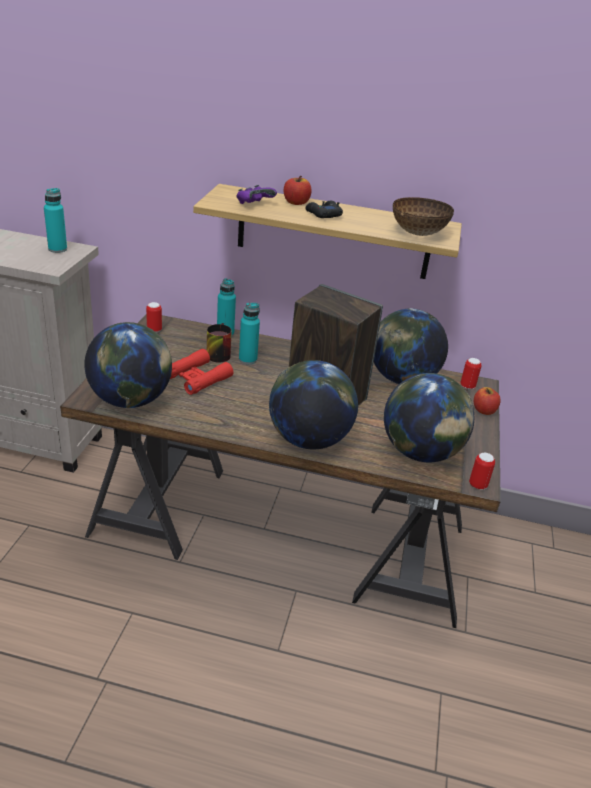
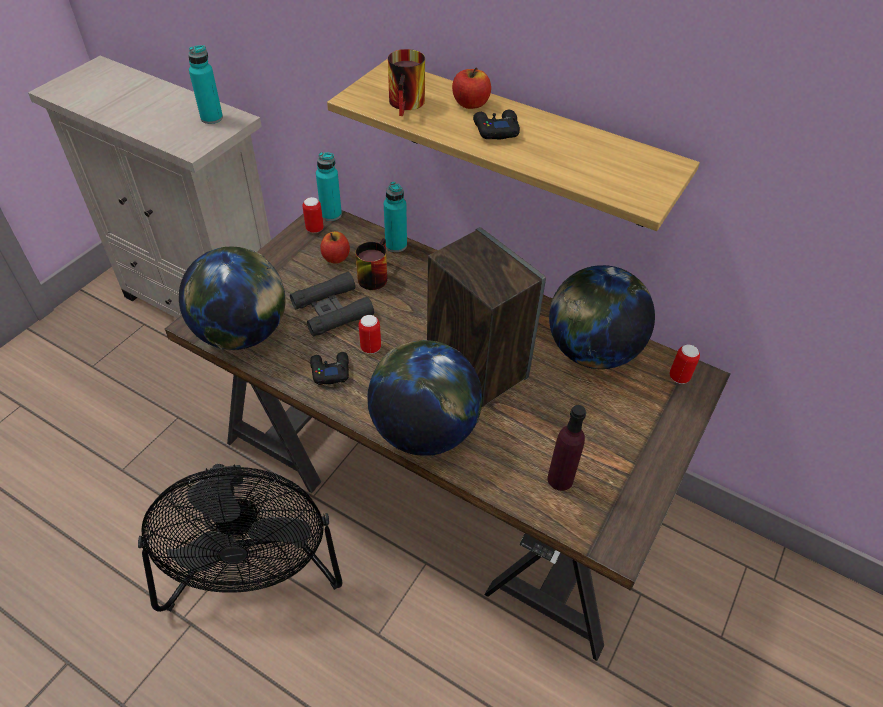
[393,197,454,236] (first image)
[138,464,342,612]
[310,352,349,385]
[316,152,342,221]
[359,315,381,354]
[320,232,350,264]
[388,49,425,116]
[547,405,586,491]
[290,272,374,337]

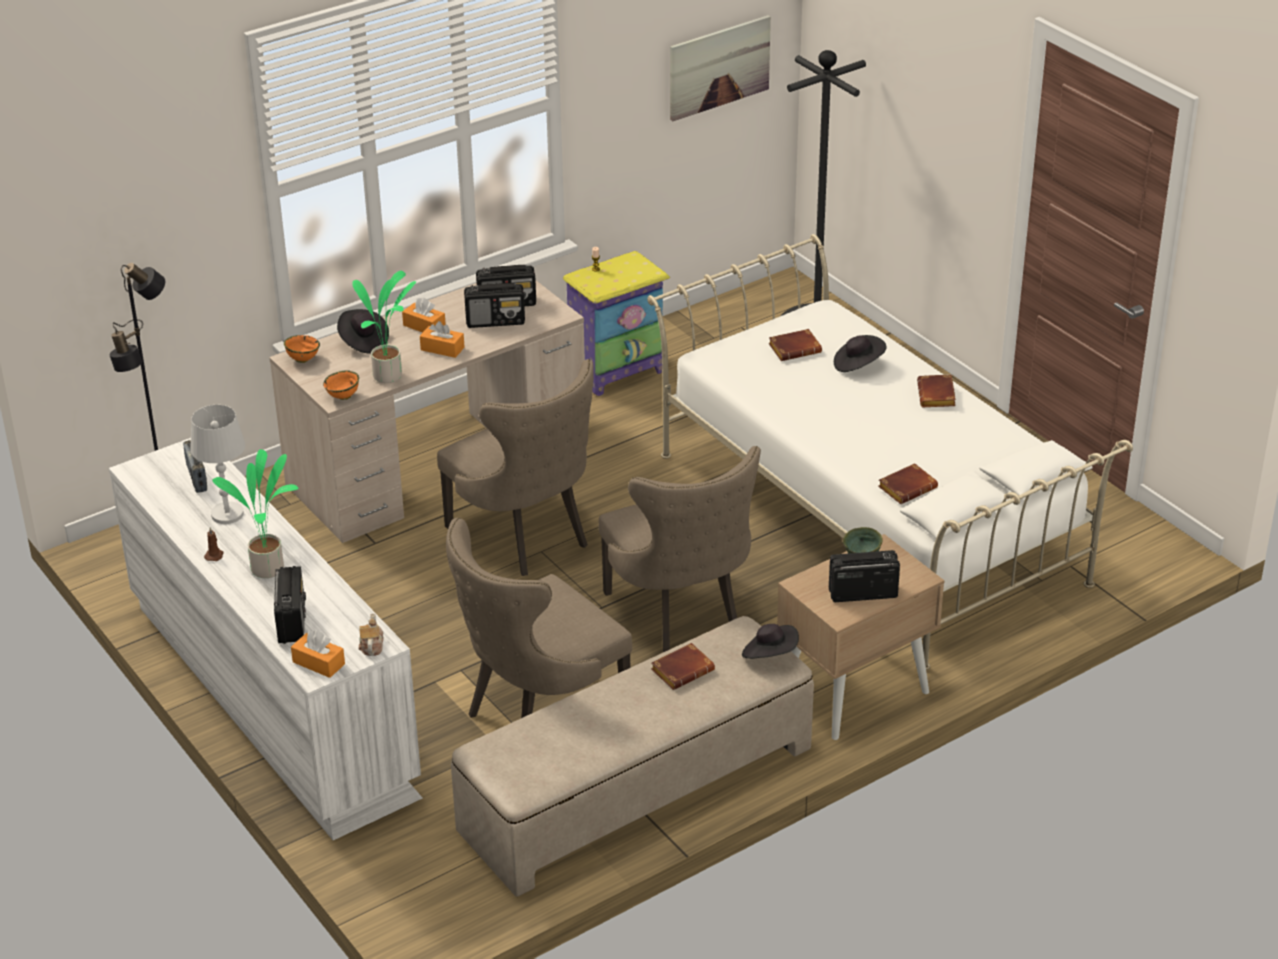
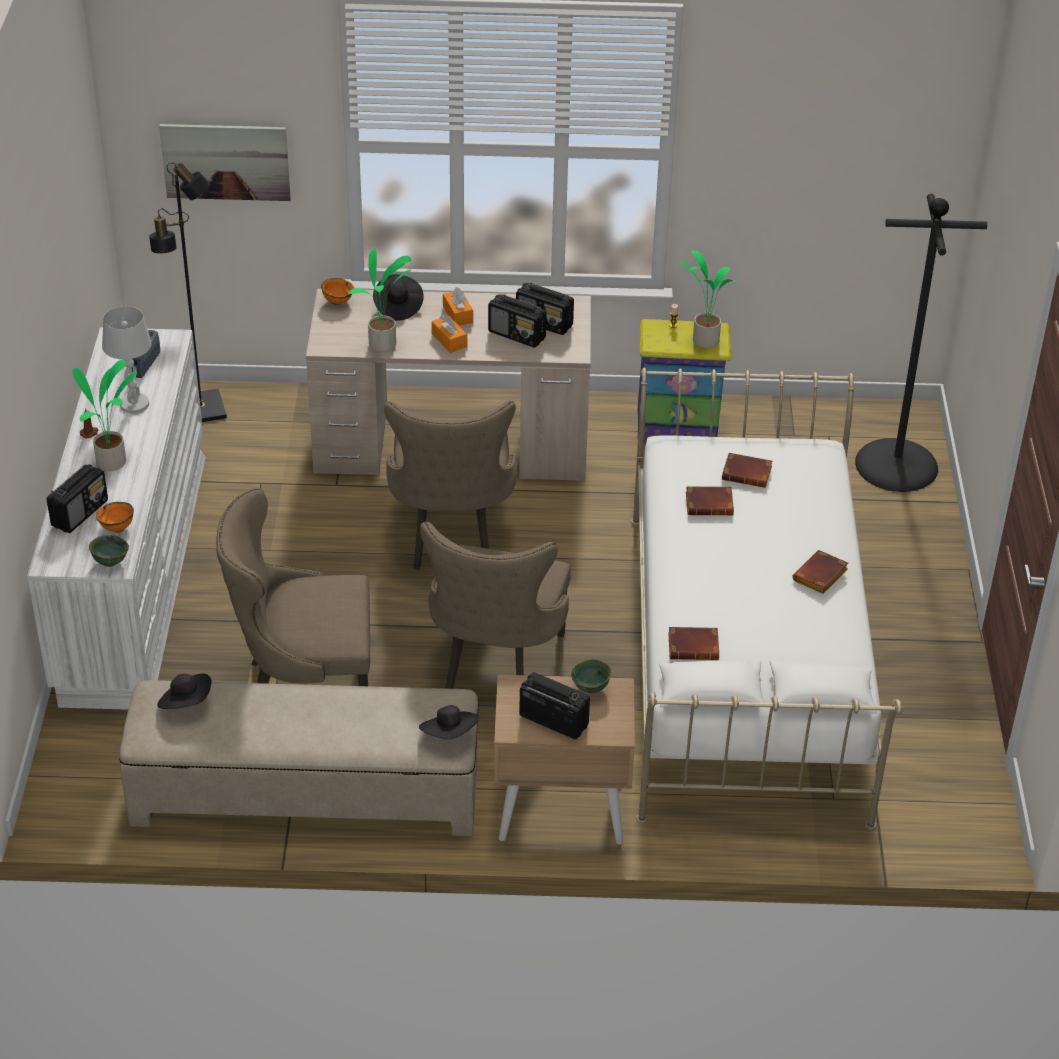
[291,631,345,678] (first image)
[679,251,738,348]
[96,502,134,533]
[686,486,734,516]
[159,124,291,201]
[157,673,211,709]
[89,535,129,567]

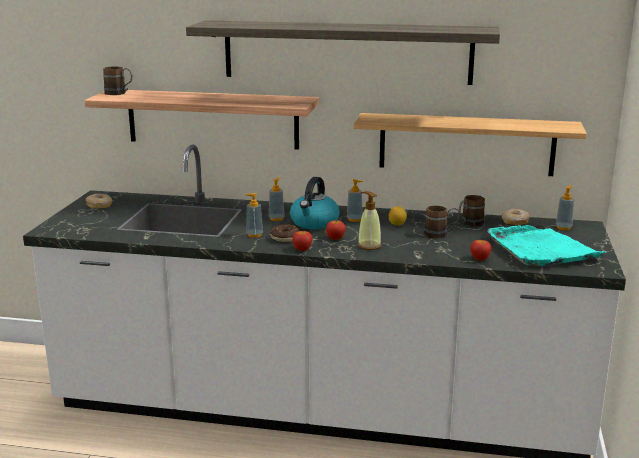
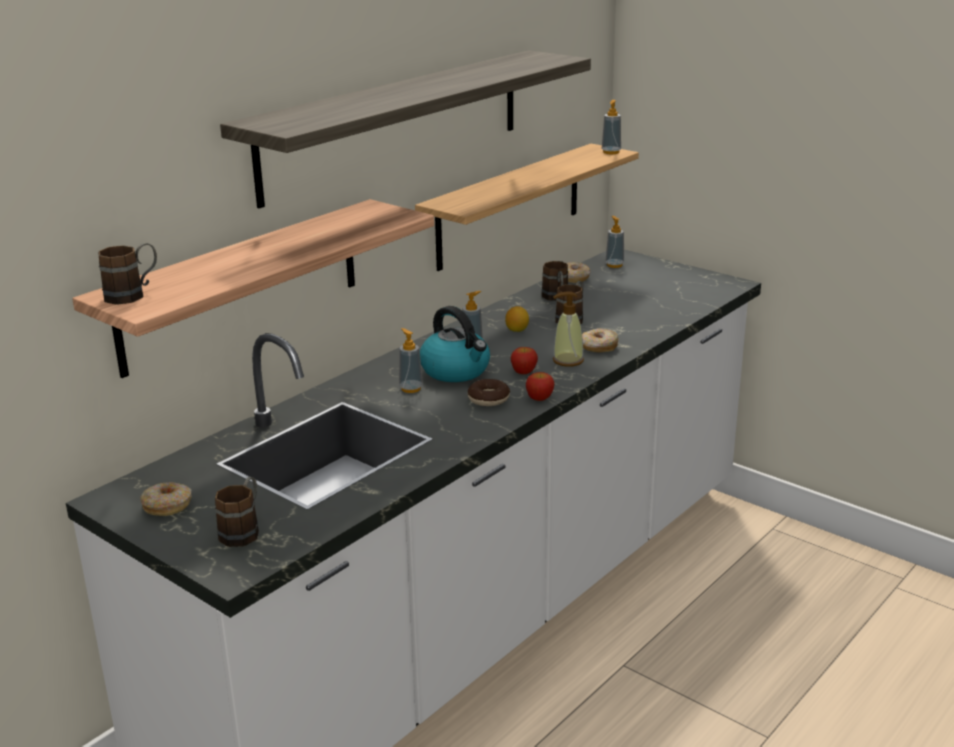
[470,240,491,261] (first image)
[487,225,605,266] (first image)
[215,477,259,547]
[582,329,618,352]
[602,100,621,154]

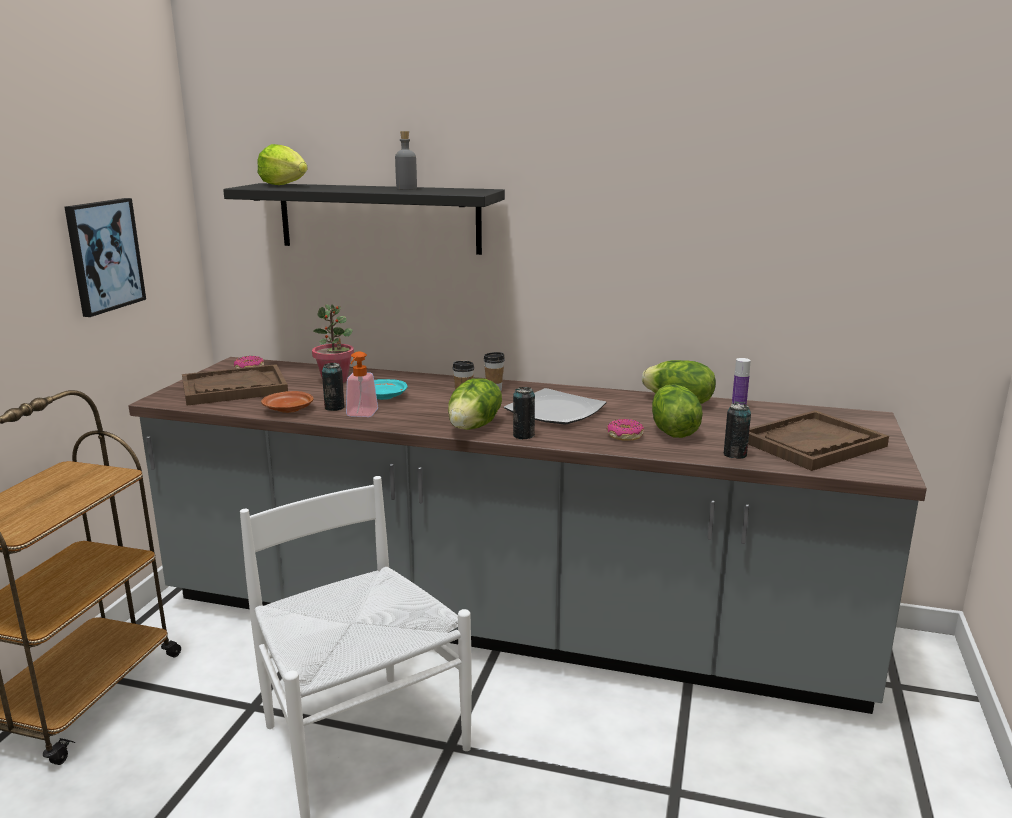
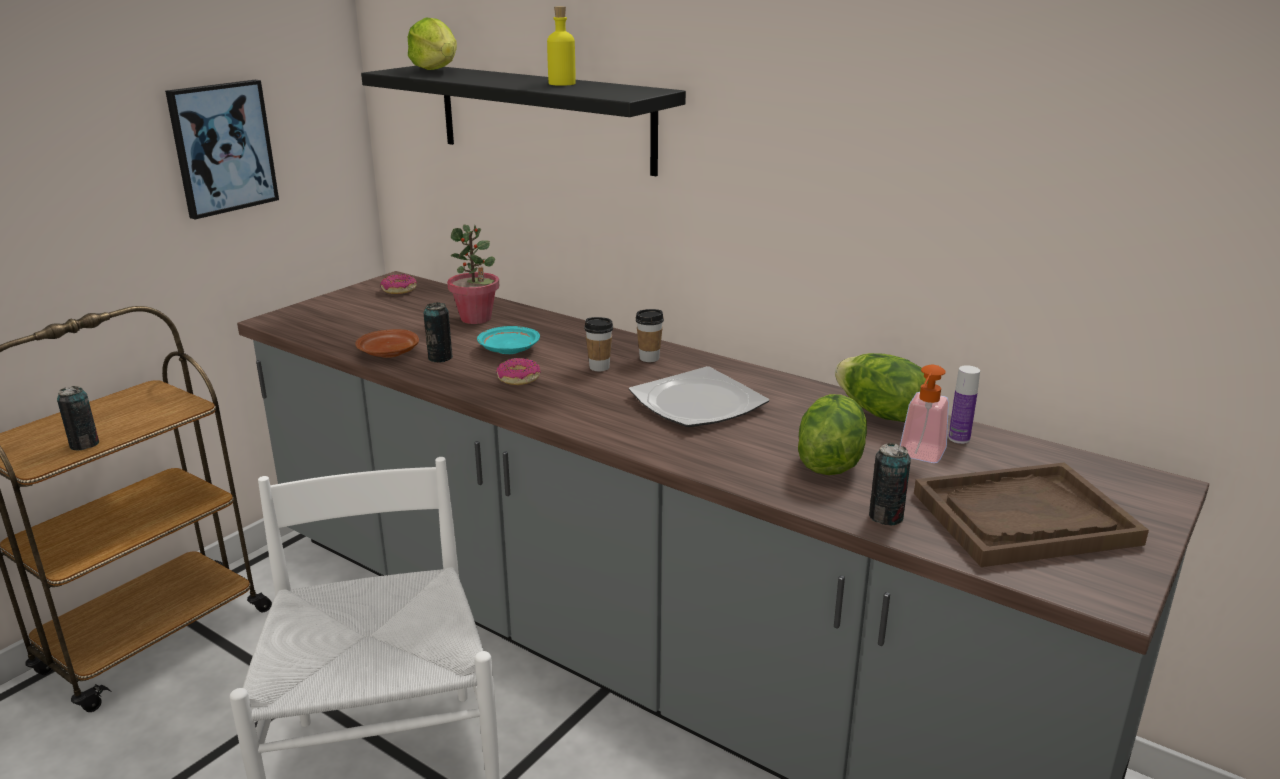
[182,364,288,405] (first image)
[448,378,502,430] (first image)
[900,365,949,463]
[57,386,99,451]
[496,358,541,385]
[547,6,576,86]

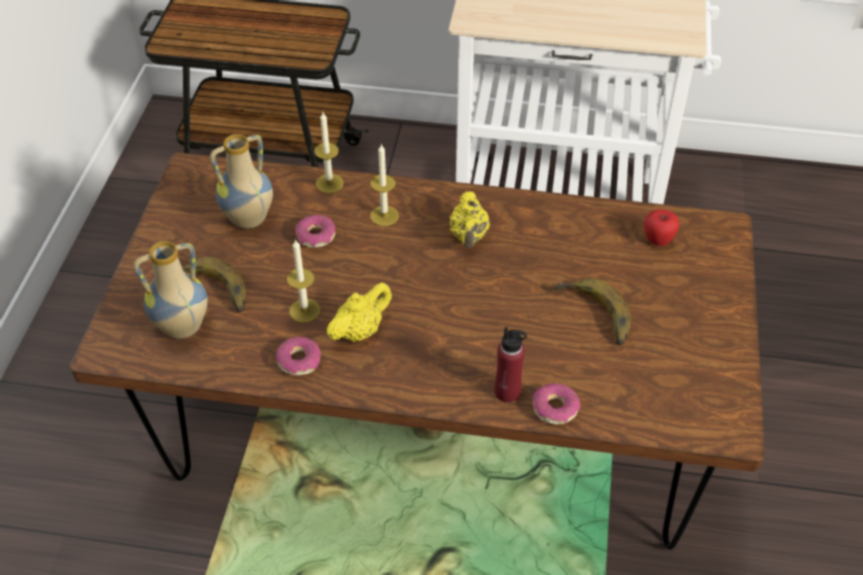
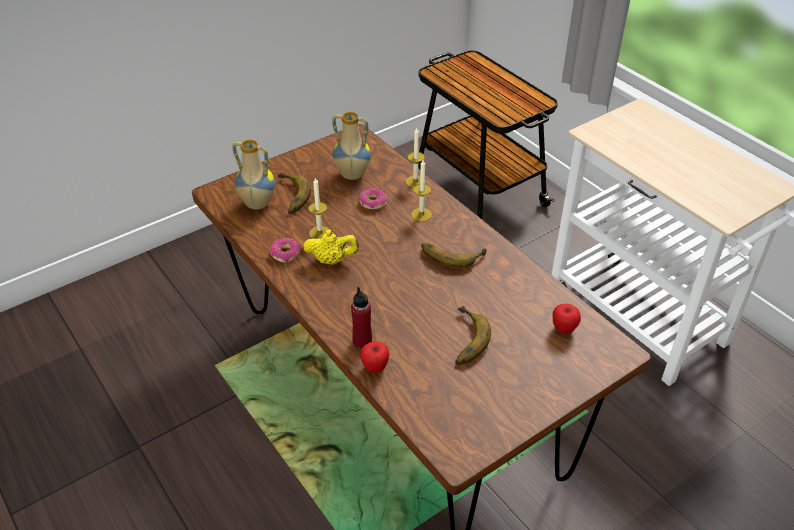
[421,243,487,268]
[360,341,390,373]

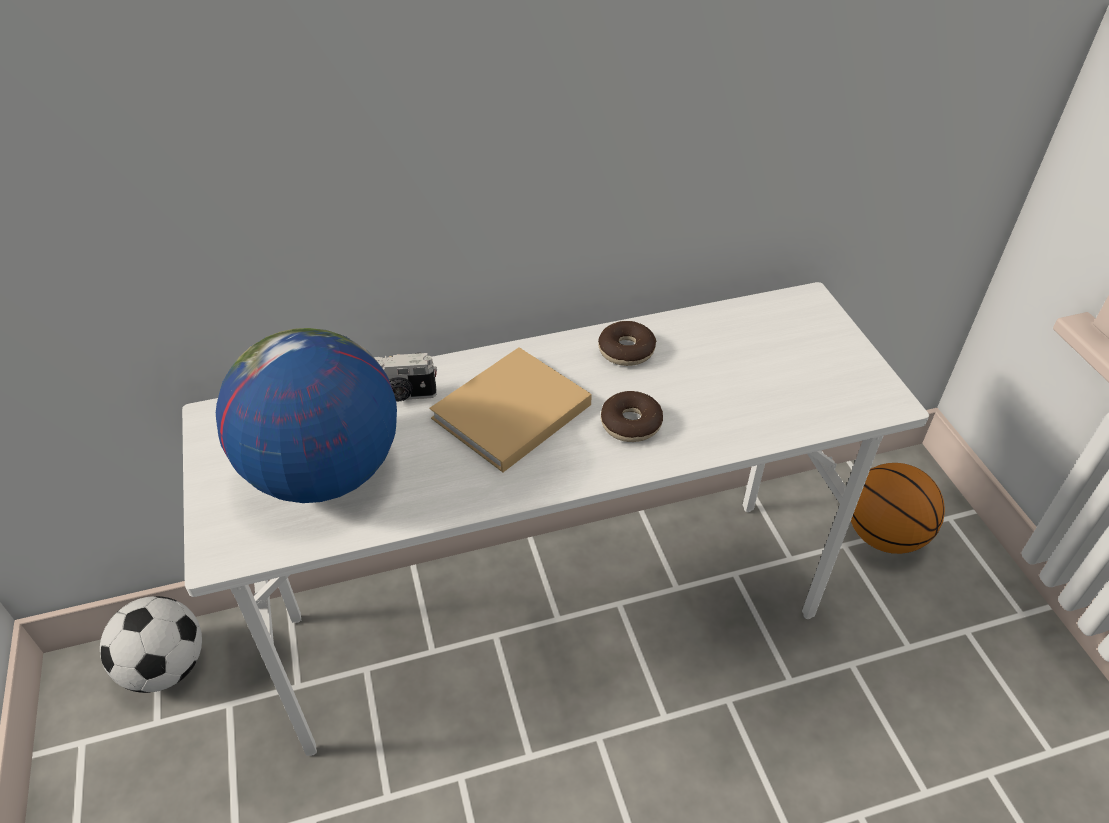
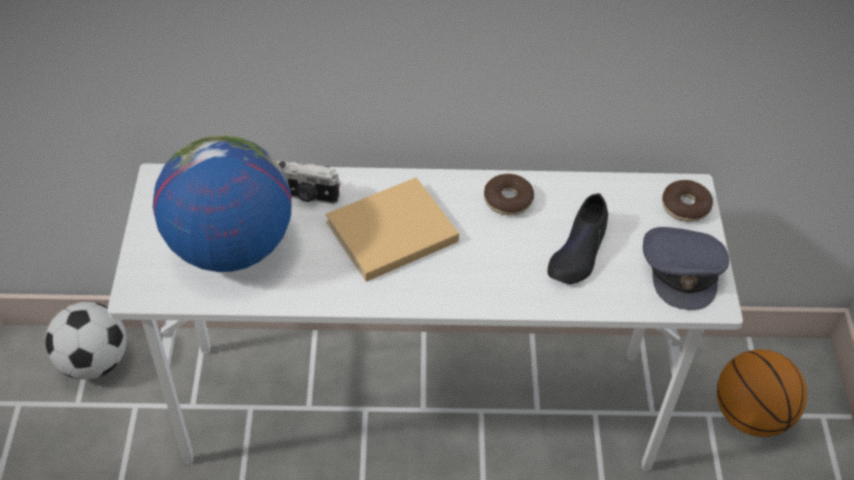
[547,193,608,284]
[643,227,729,310]
[662,180,713,222]

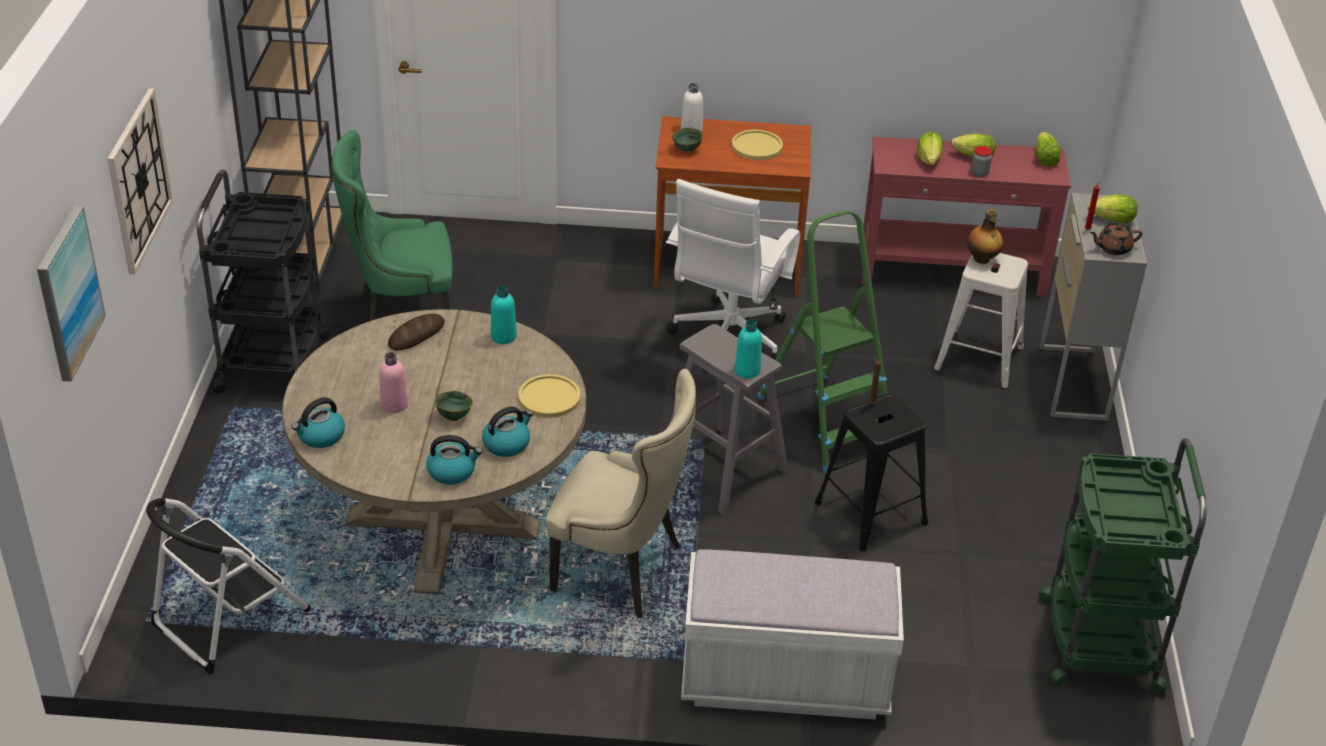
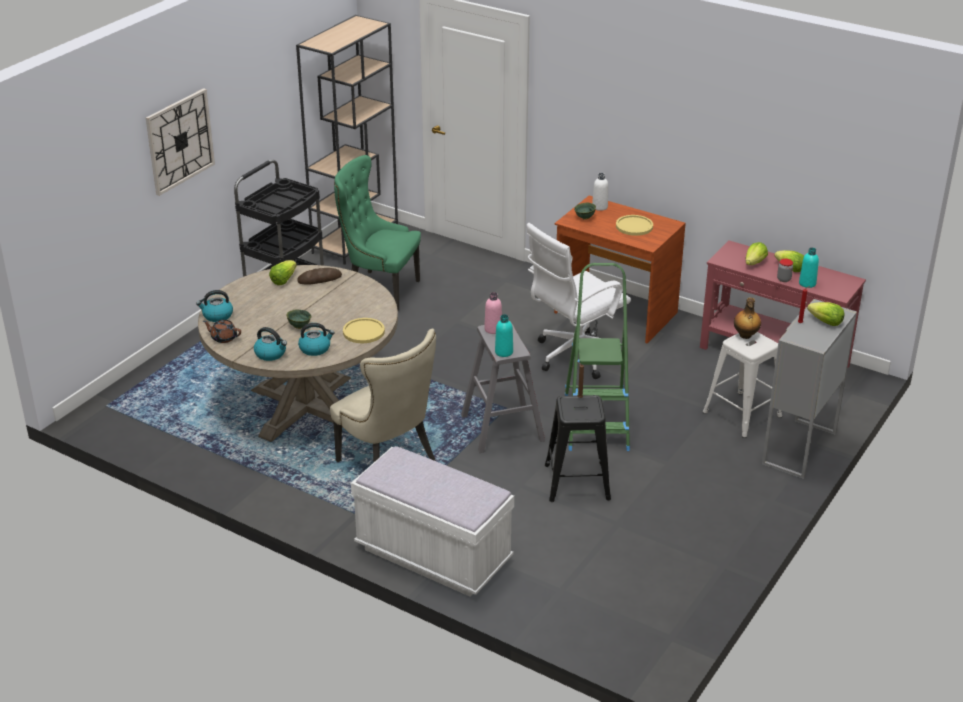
[37,206,106,382] (first image)
[146,498,311,674] (first image)
[1039,438,1206,694] (first image)
[484,292,502,334]
[799,248,819,288]
[269,260,297,285]
[203,320,241,343]

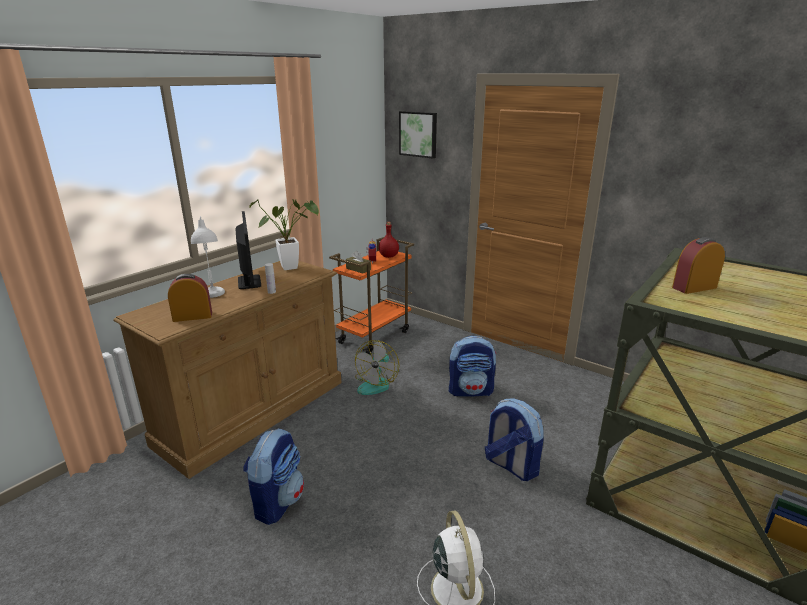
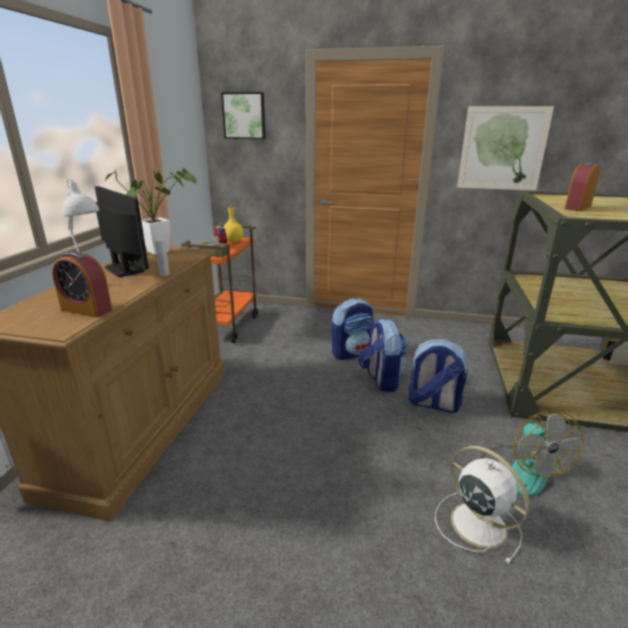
[457,106,554,191]
[358,319,407,392]
[481,411,584,496]
[223,205,243,242]
[52,251,113,317]

